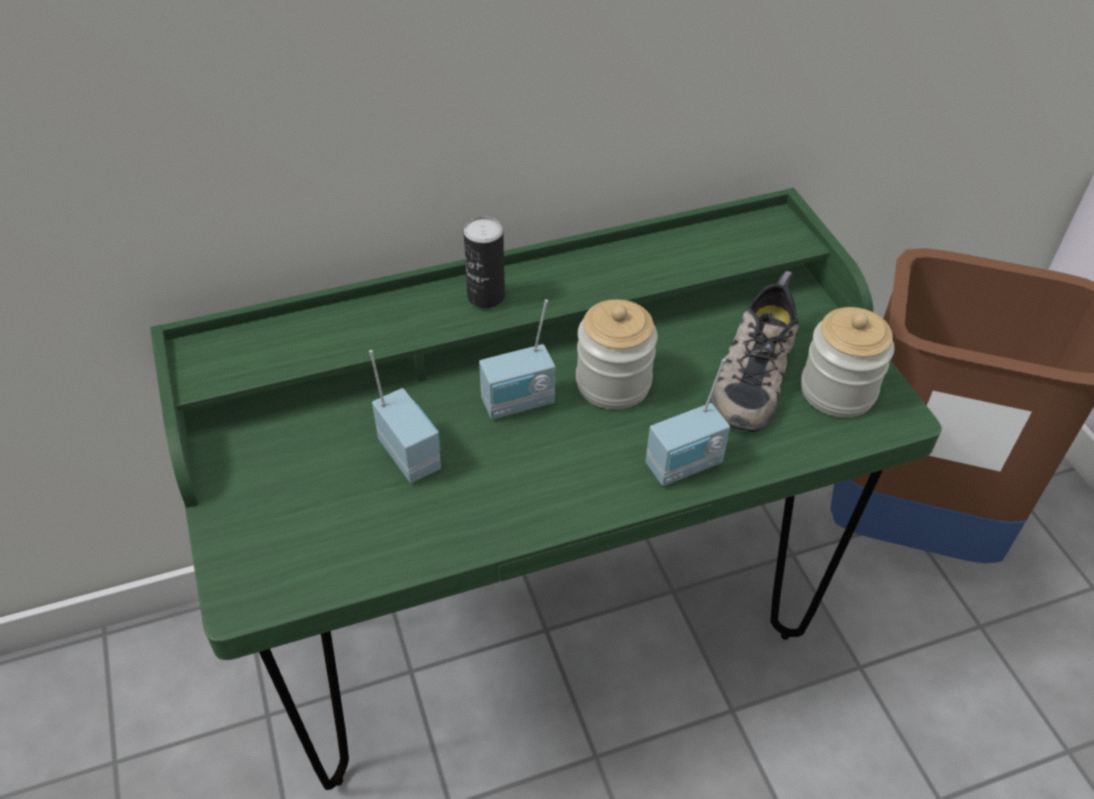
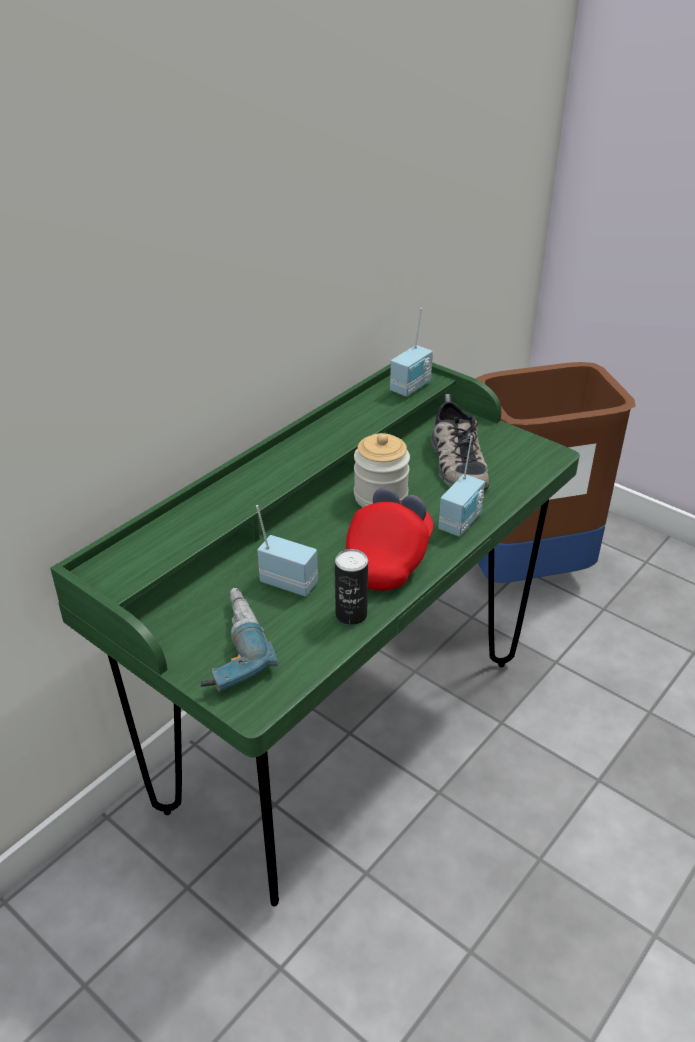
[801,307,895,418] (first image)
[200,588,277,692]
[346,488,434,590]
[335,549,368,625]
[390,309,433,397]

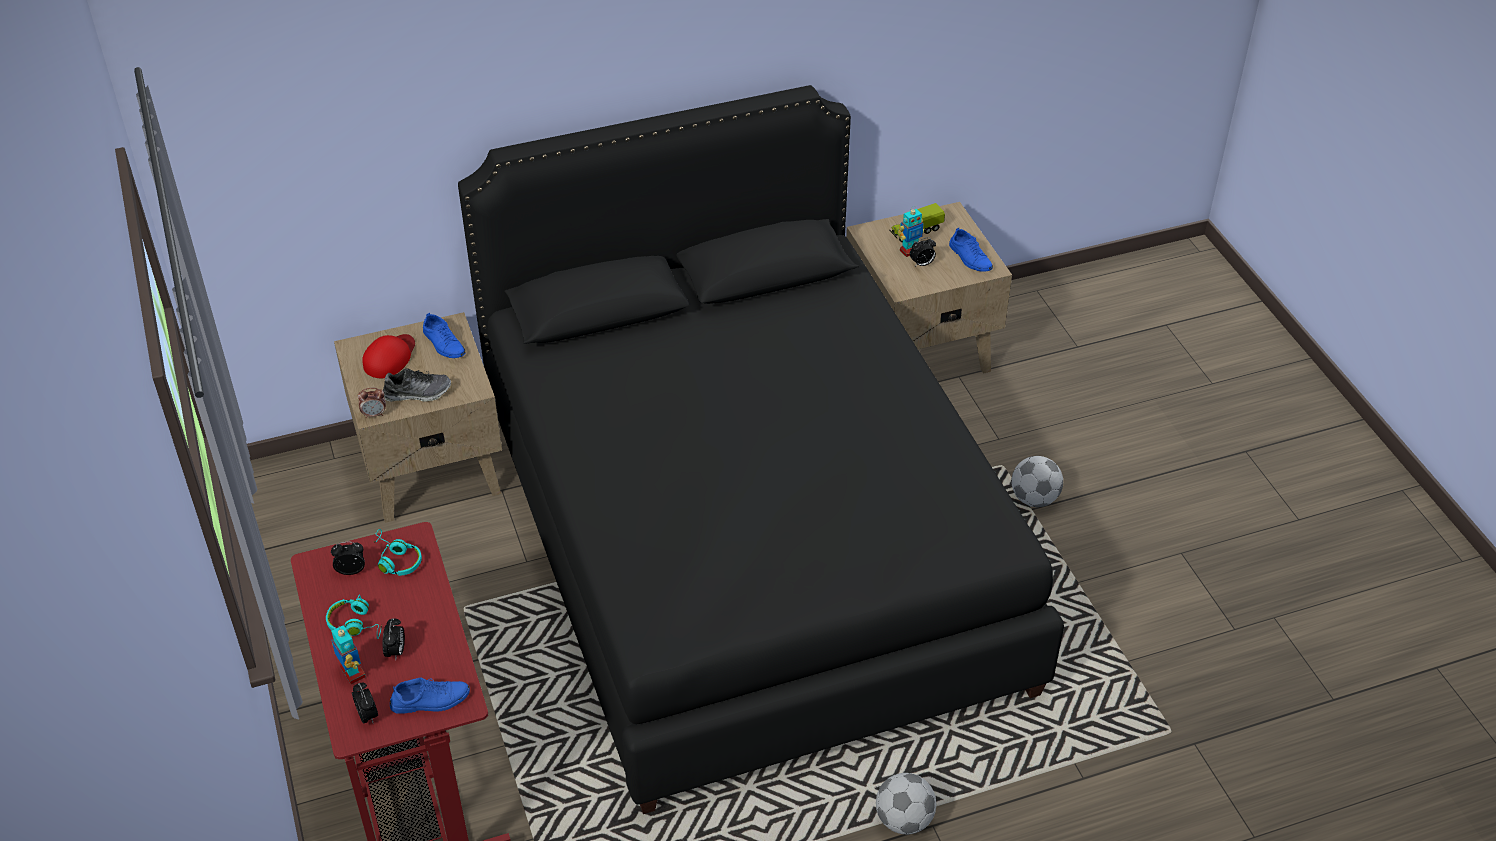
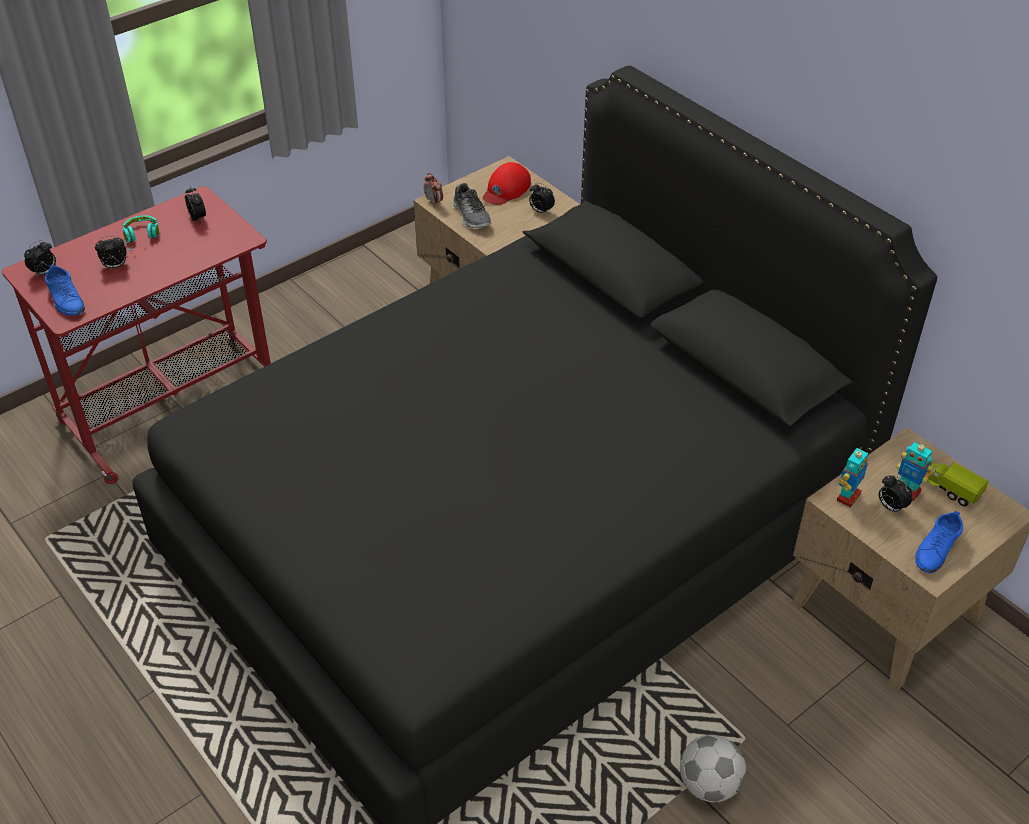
[374,529,422,576] (first image)
[876,773,936,835] (first image)
[837,447,868,508]
[529,183,555,214]
[483,162,531,205]

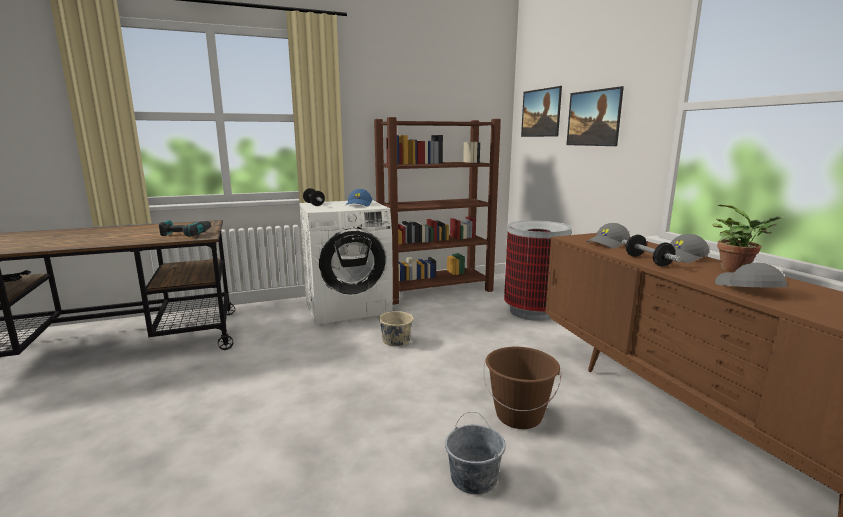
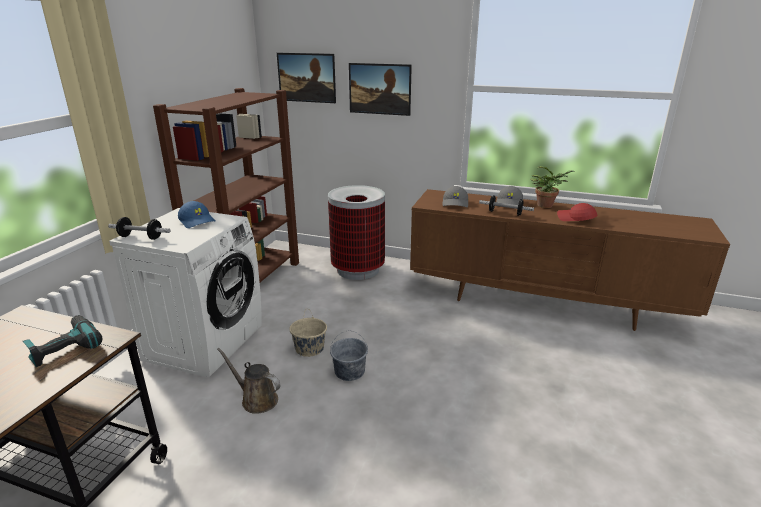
[483,347,562,429] (first image)
[217,348,281,414]
[330,330,368,381]
[557,203,597,221]

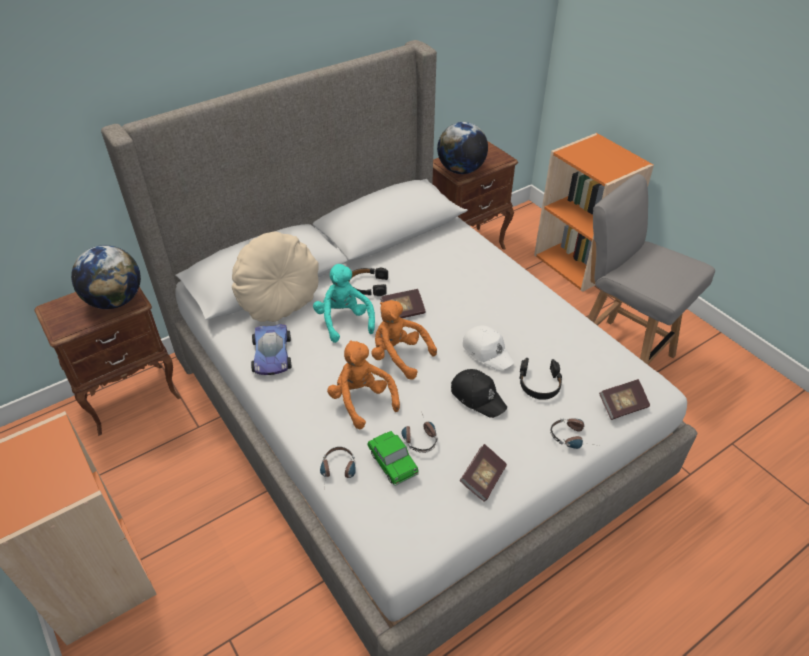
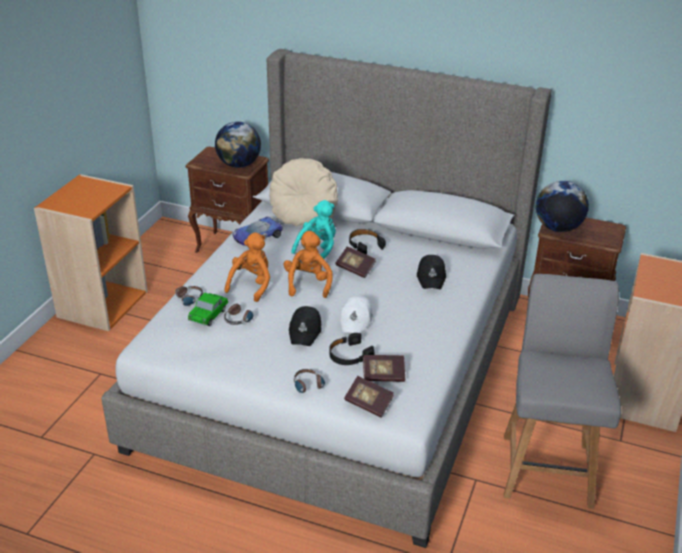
[417,255,446,289]
[363,355,405,382]

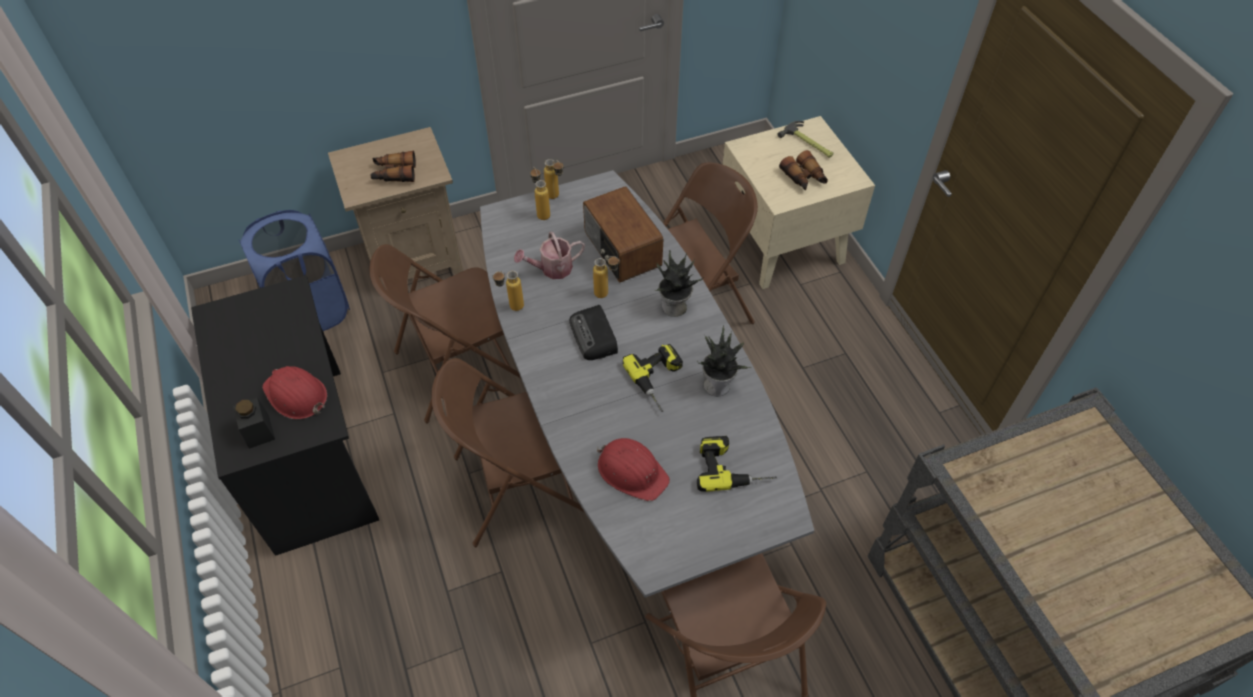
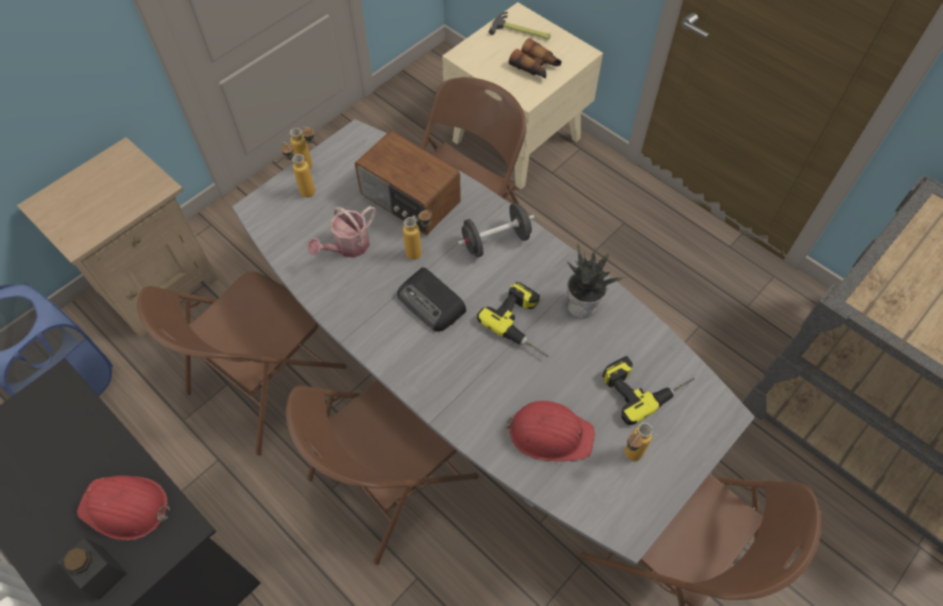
[370,151,416,182] (first image)
[625,423,653,461]
[458,203,535,258]

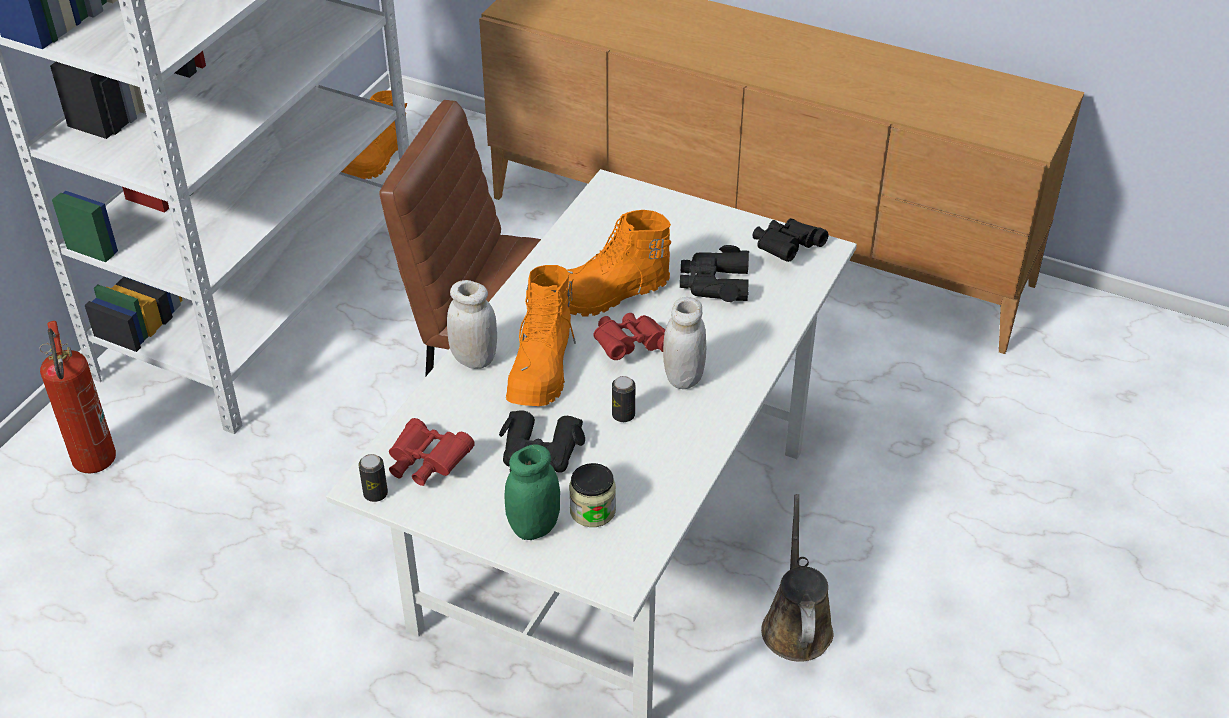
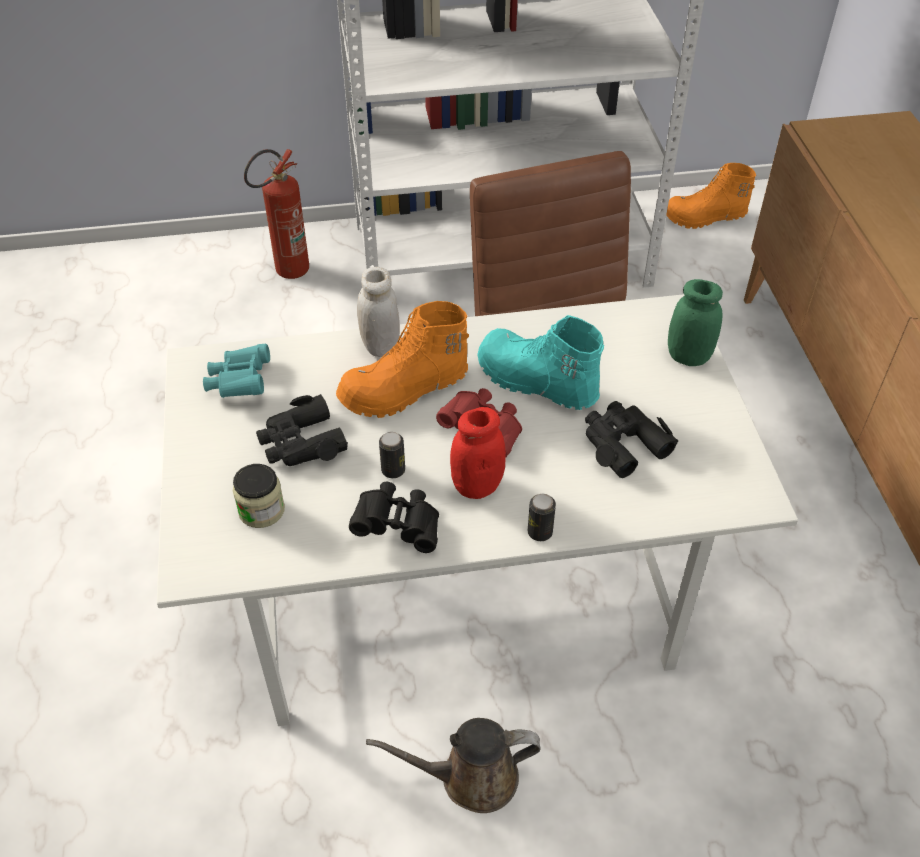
[528,494,556,541]
[668,279,723,366]
[349,482,439,553]
[203,344,270,398]
[477,315,604,410]
[450,407,506,499]
[366,718,541,813]

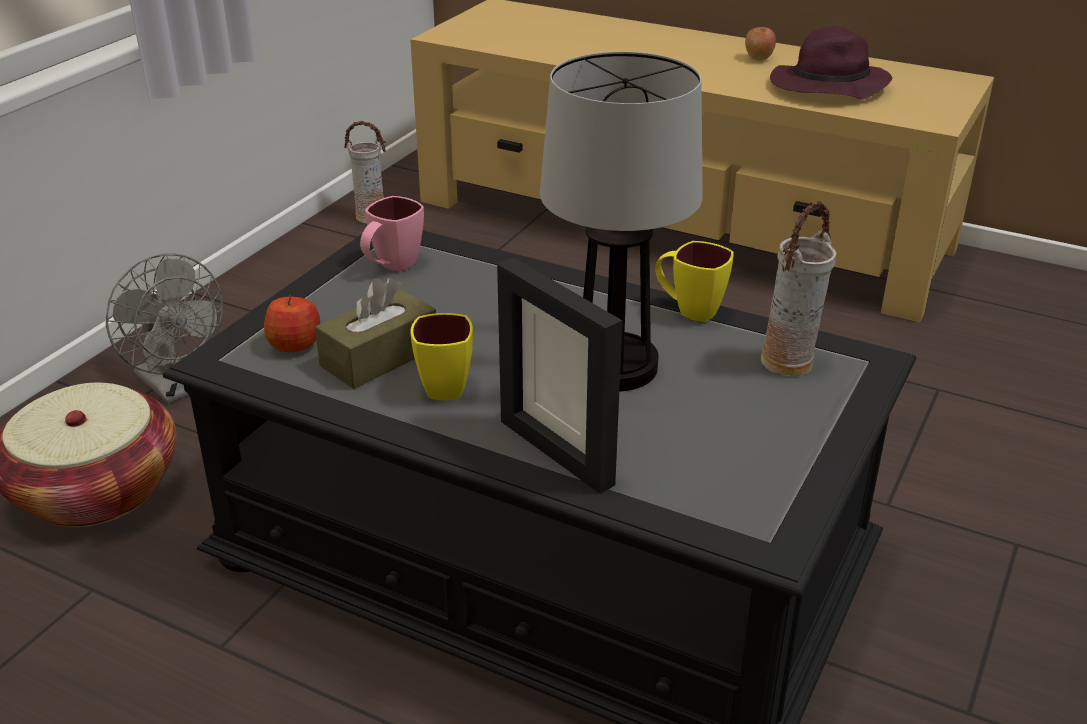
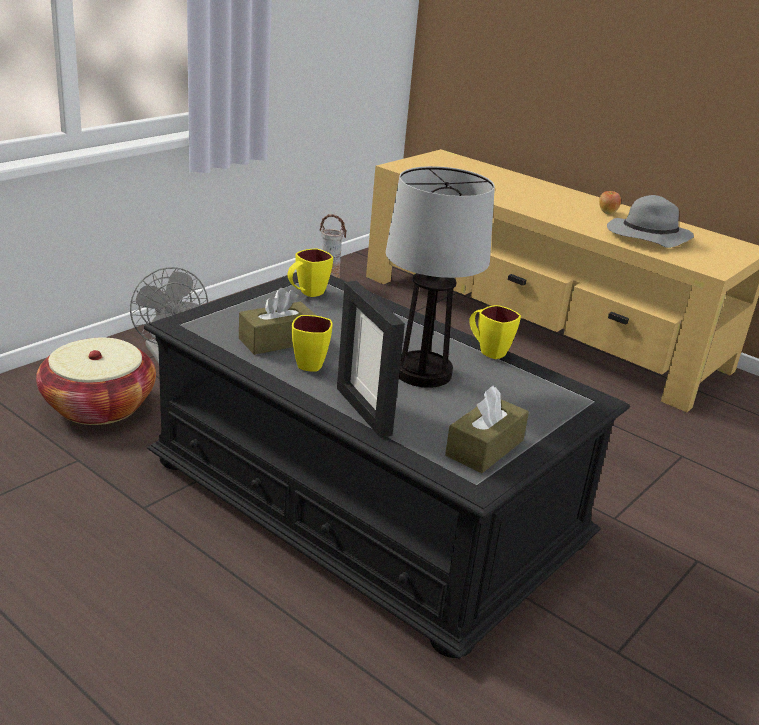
[264,295,320,352] (first image)
[761,201,836,376] (first image)
[445,386,529,473]
[287,249,333,297]
[607,195,694,248]

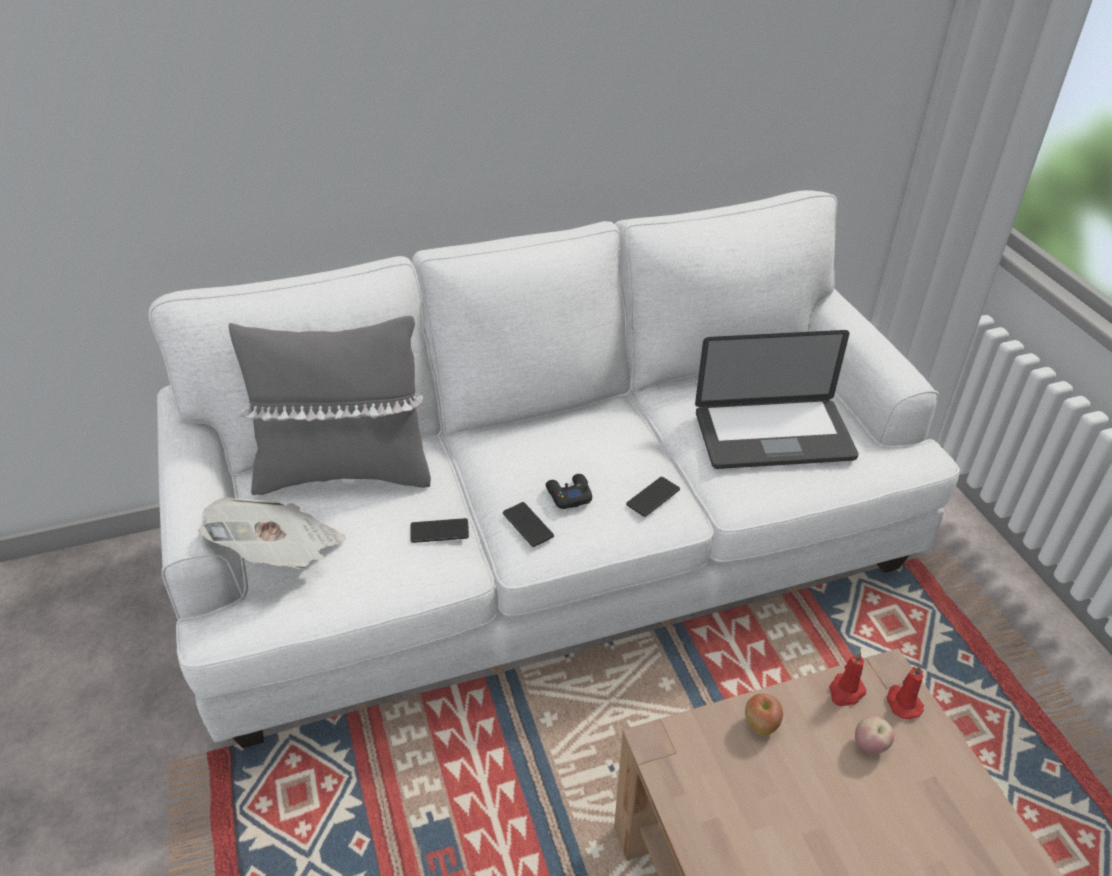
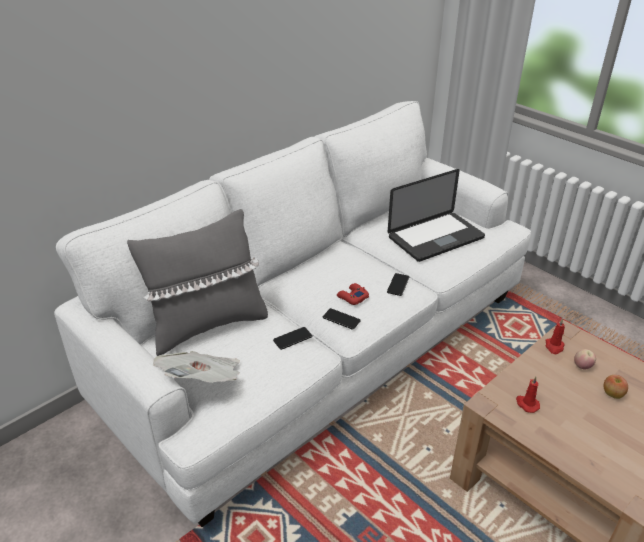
[603,375,628,399]
[516,376,540,413]
[337,283,369,305]

